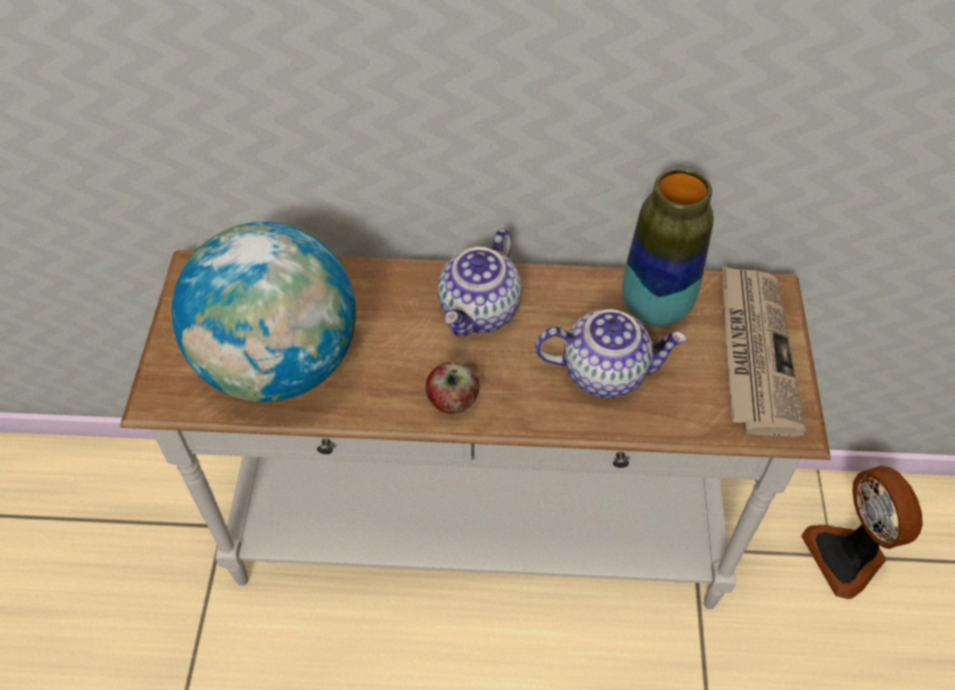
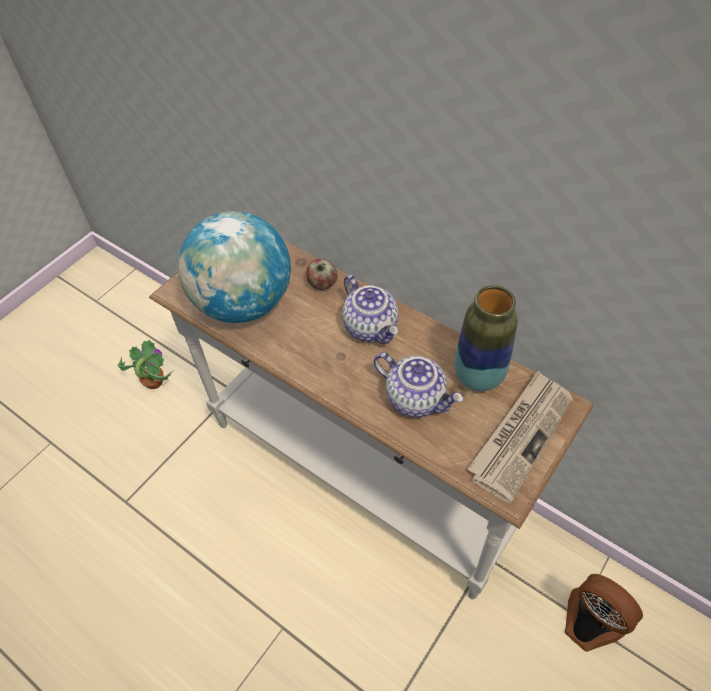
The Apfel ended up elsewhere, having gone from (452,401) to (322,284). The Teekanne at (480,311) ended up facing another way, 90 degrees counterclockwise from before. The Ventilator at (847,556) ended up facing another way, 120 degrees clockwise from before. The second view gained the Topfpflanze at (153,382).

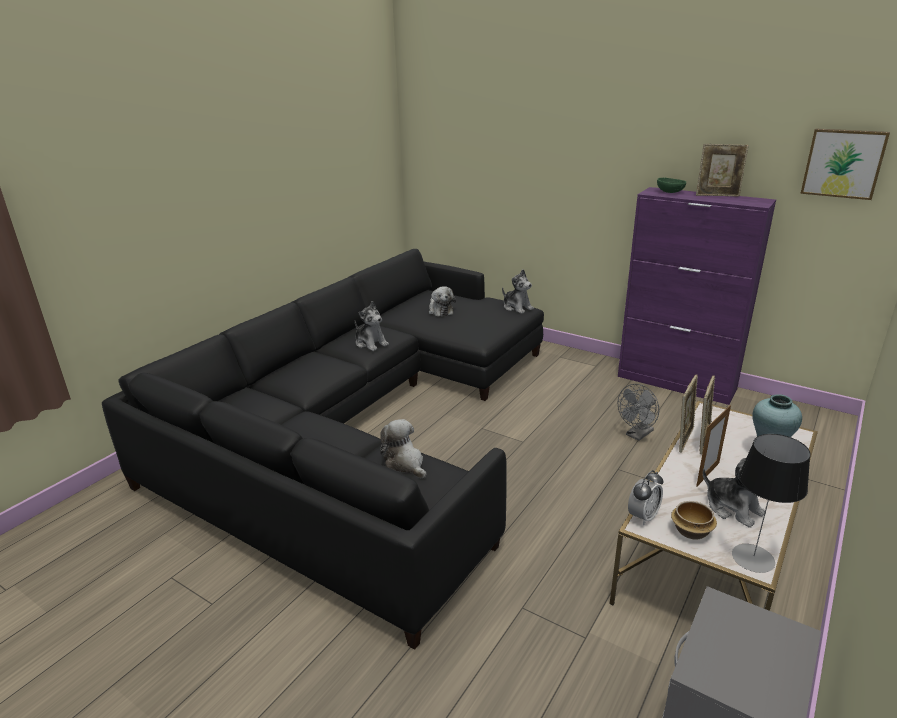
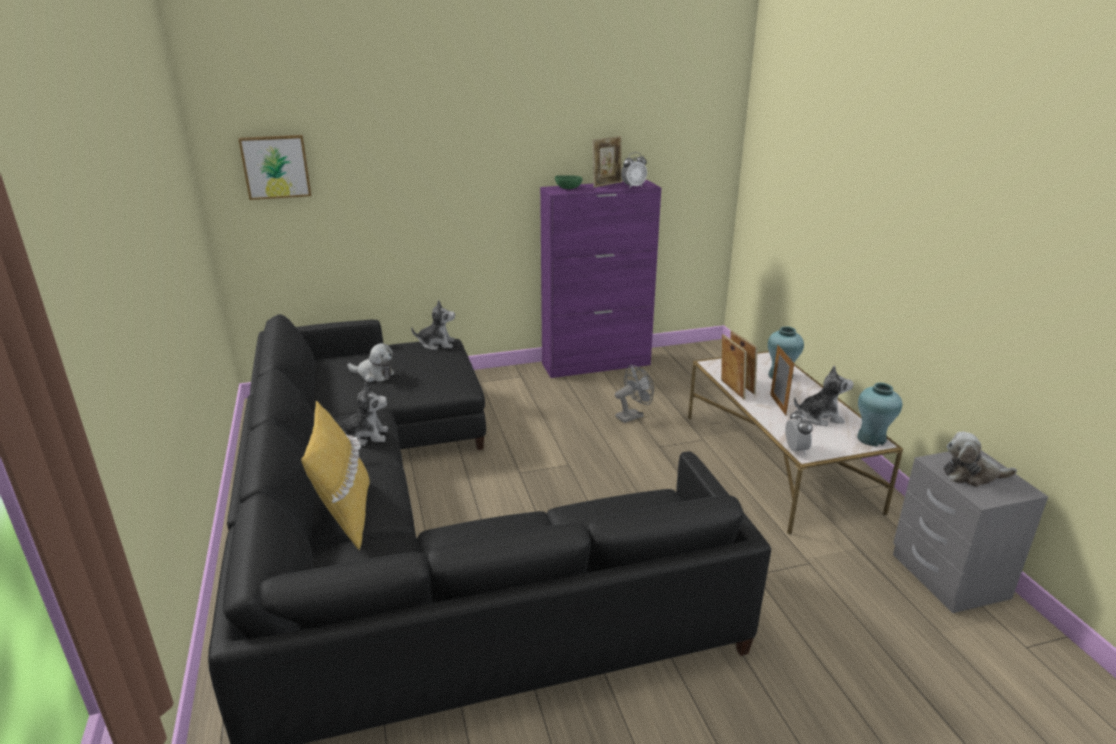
The Plüschtier ended up elsewhere, having gone from (405,463) to (972,475). The Ventilator [grau] at (637,435) ended up facing another way, 120 degrees counterclockwise from before. The second view lost the Schüssel at (691,532). Where the Tischlampe stood at (753,558), the Vase [türkis] came to stand at (871,438). The Bild ended up elsewhere, having gone from (843,163) to (276,166). The second view gained the Kissen [gelb] at (345,516). The second view gained the Wecker at (633,186).

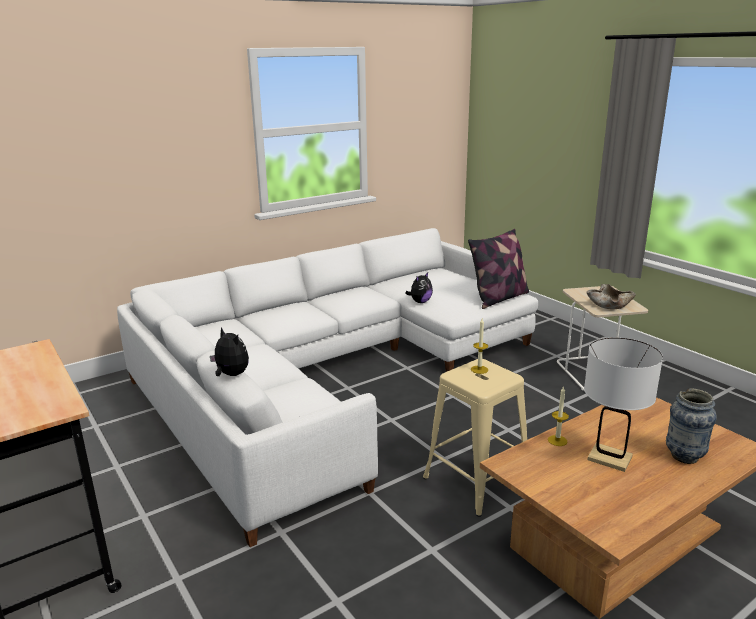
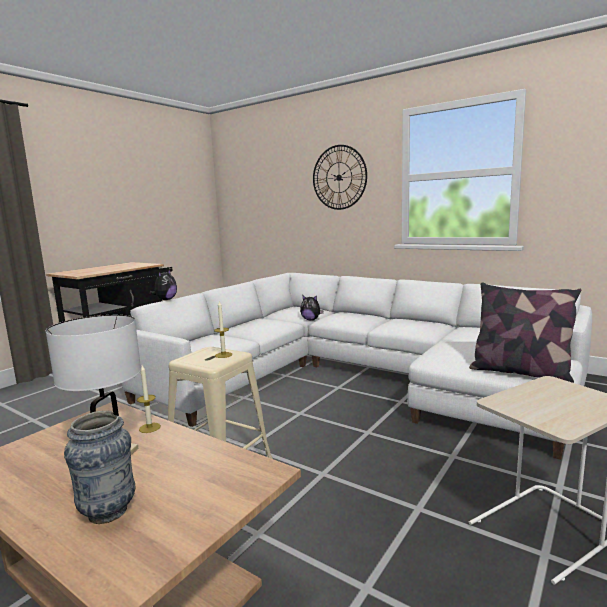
The Plüschtier ended up elsewhere, having gone from (420,302) to (311,320). The second view lost the Schüssel [beige] at (610,304). The second view gained the Wanduhr at (339,177).

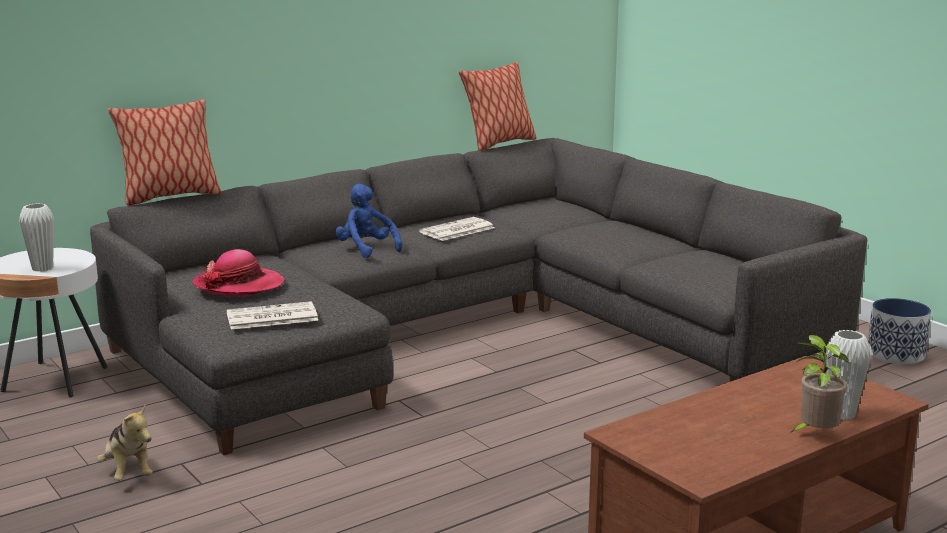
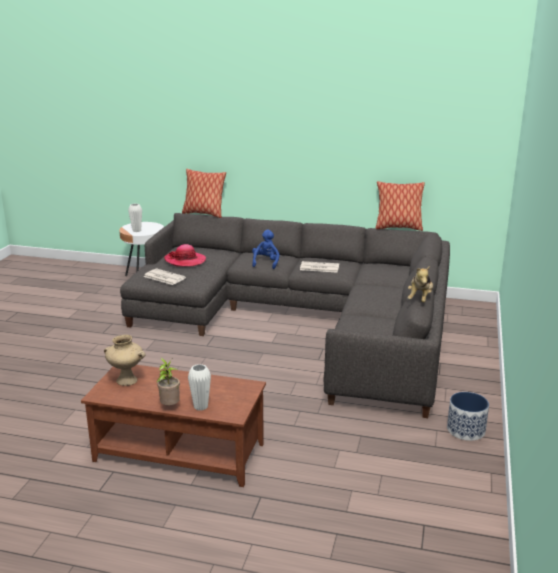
The Plüschtier ended up elsewhere, having gone from (128,472) to (420,299). The second view gained the Vase [beige] at (126,380).

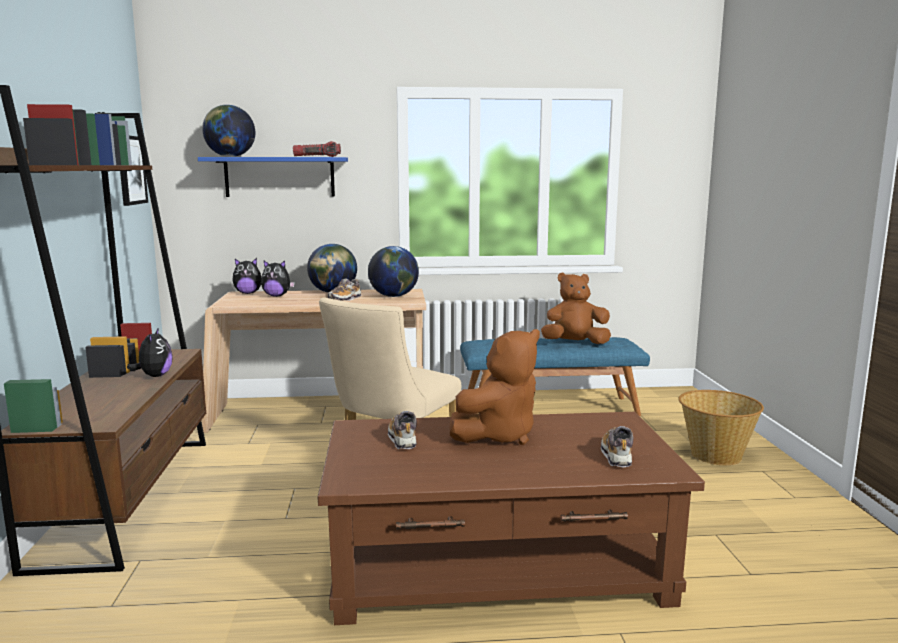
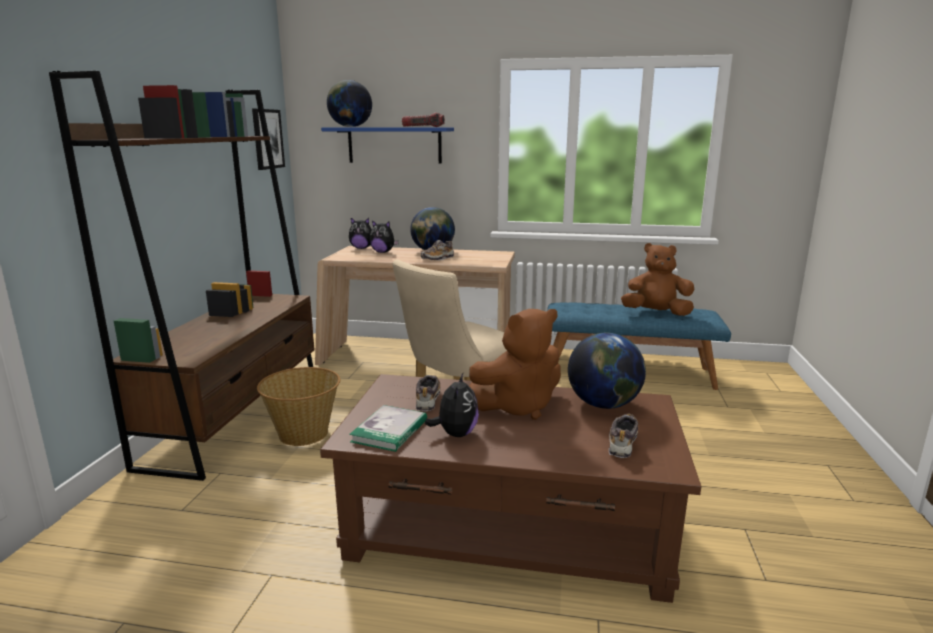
The Plüschtier ended up elsewhere, having gone from (154,376) to (455,434). The Globus ended up elsewhere, having gone from (394,296) to (604,404). The Korb ended up elsewhere, having gone from (715,455) to (304,433). The second view gained the Buch at (389,431).

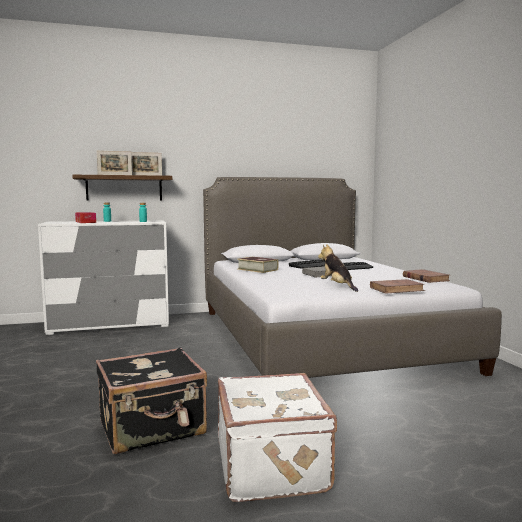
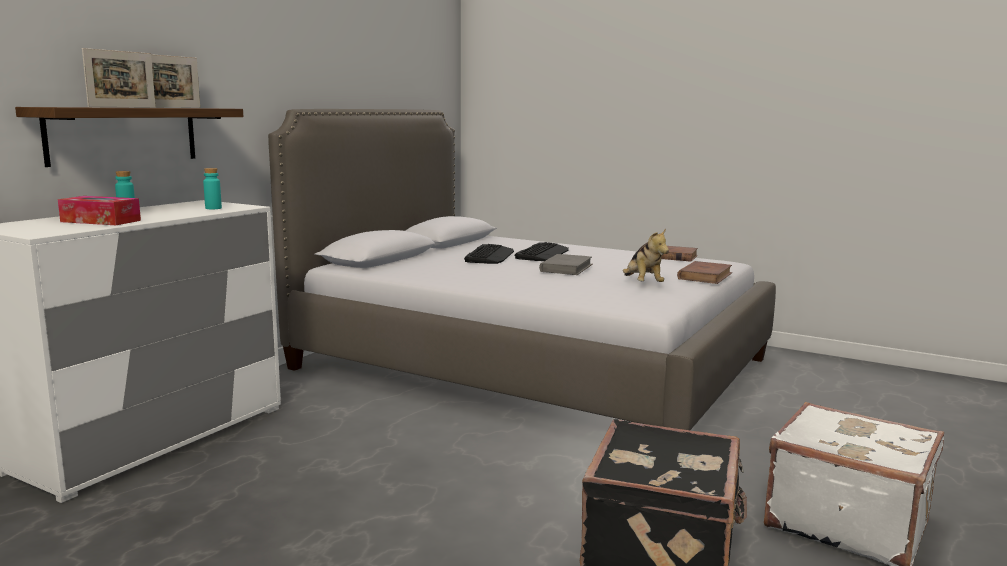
The second view lost the Buch at (257,269). The Plüschtier at (337,286) ended up facing another way, 120 degrees counterclockwise from before.

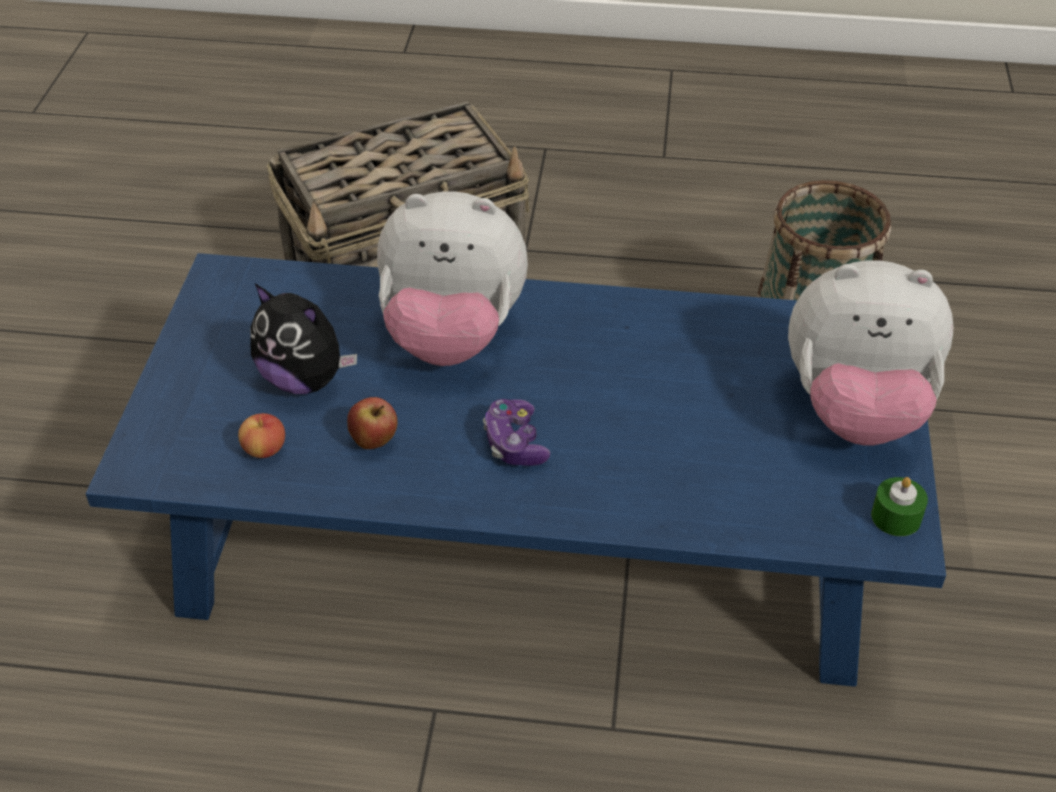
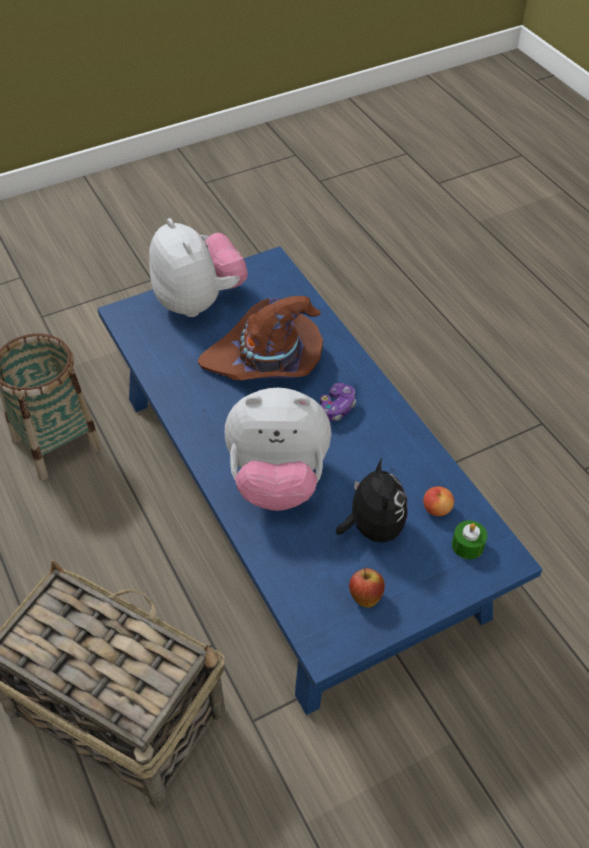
The Apfel ended up elsewhere, having gone from (374,441) to (365,596). The Plüschtier at (452,337) ended up facing another way, 120 degrees clockwise from before. The Kerze [grün] ended up elsewhere, having gone from (896,517) to (467,545). The second view gained the Hut [braun] at (266,361).

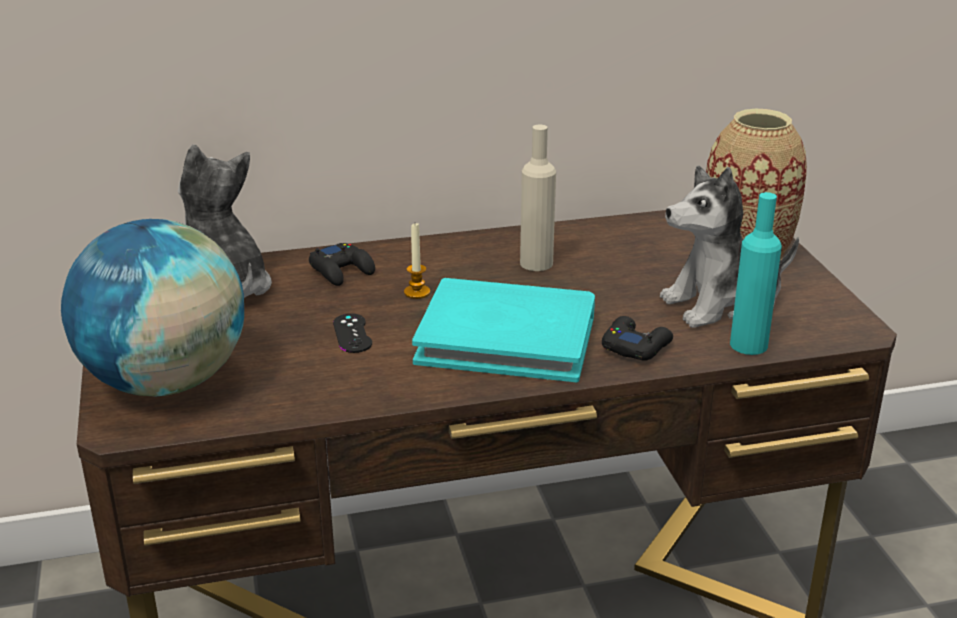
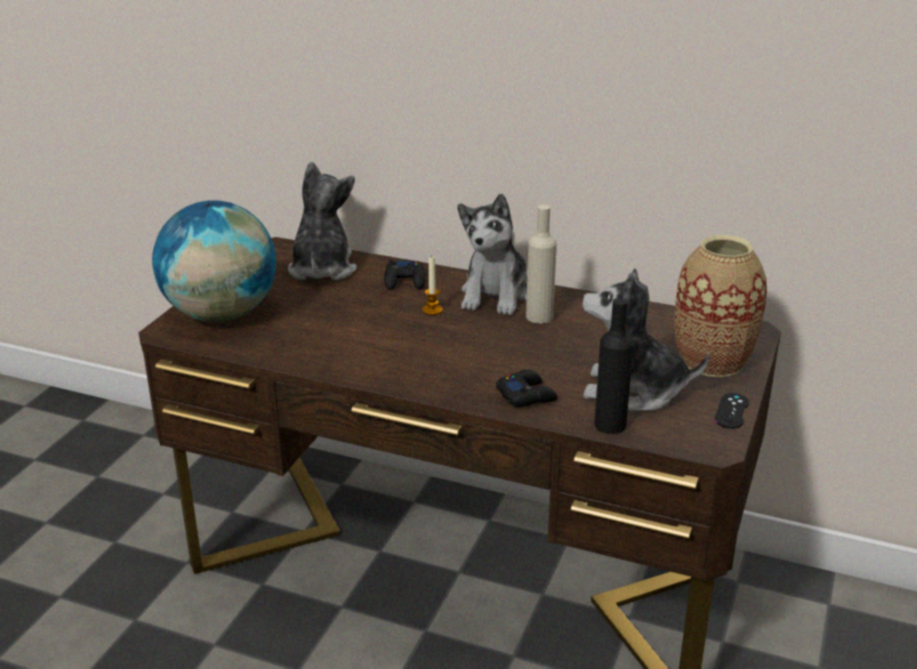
The Gamepad [schwarz] ended up elsewhere, having gone from (352,333) to (732,411). The second view lost the Buch [türkis] at (507,337). What was the Flasche [türkis] at (748,345) turned into the Flasche [schwarz] at (610,424). The second view gained the Plüschtier at (496,295).

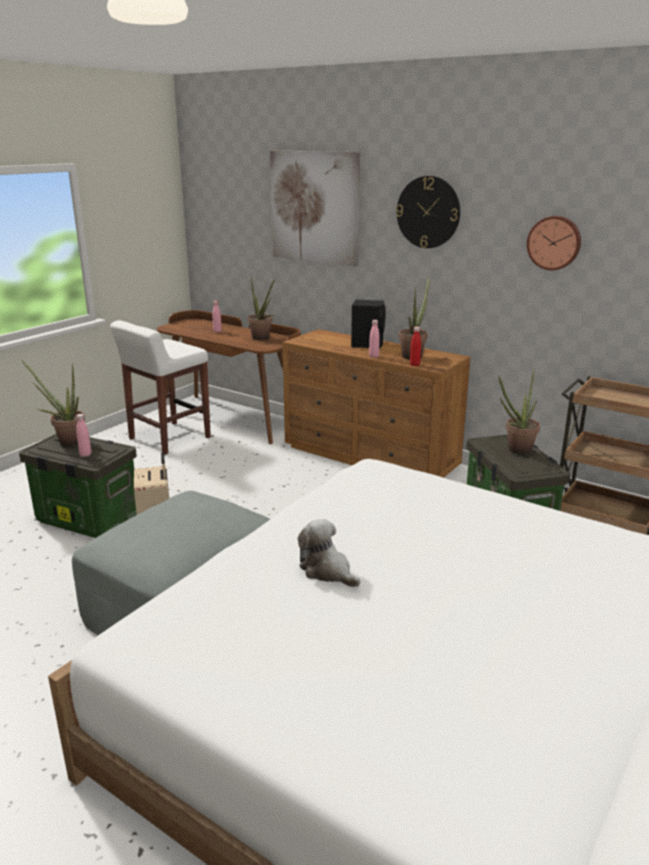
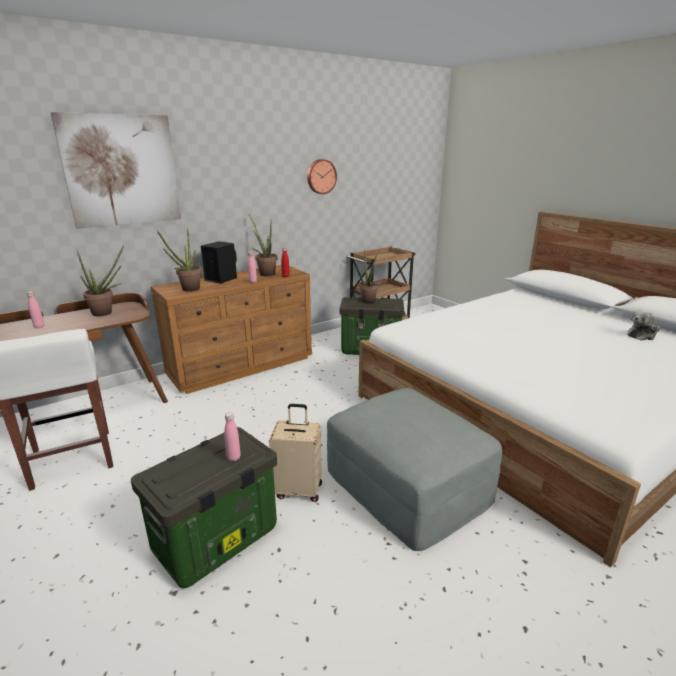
The Topfpflanze ended up elsewhere, having gone from (66,441) to (188,290). The Plüschtier ended up elsewhere, having gone from (327,571) to (642,335). The second view lost the Wanduhr at (428,212).

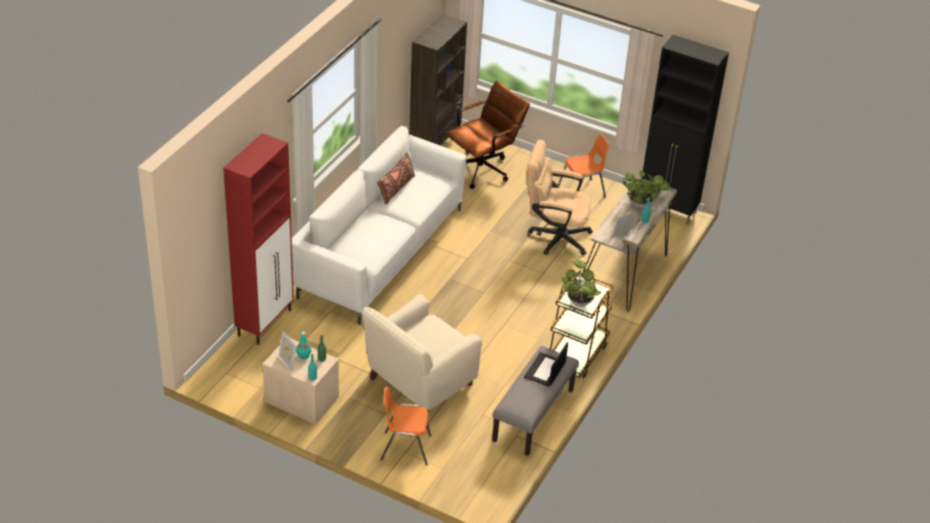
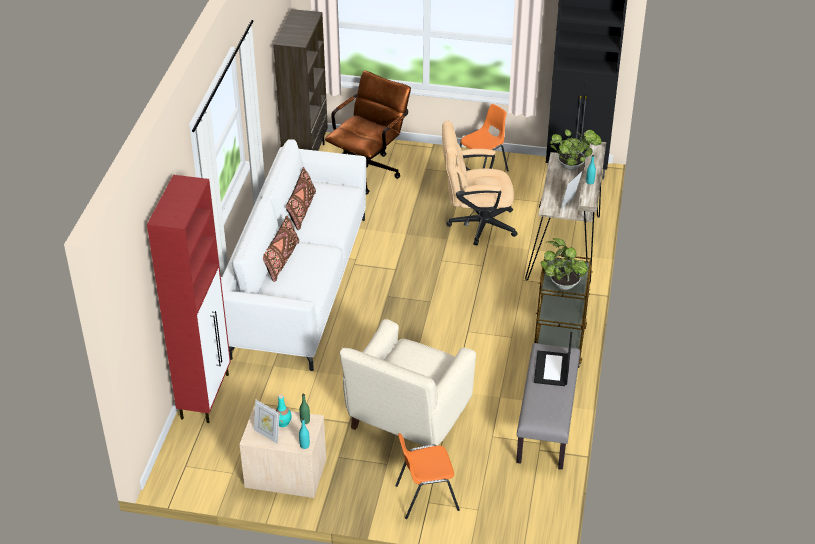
The second view gained the Kissen [braun] at (281,261).

